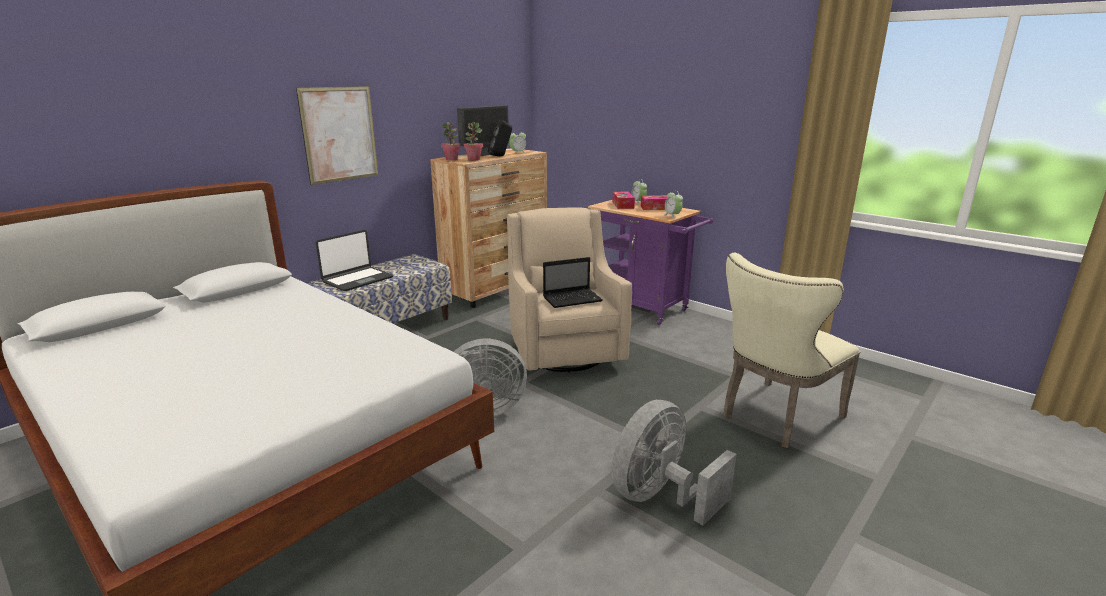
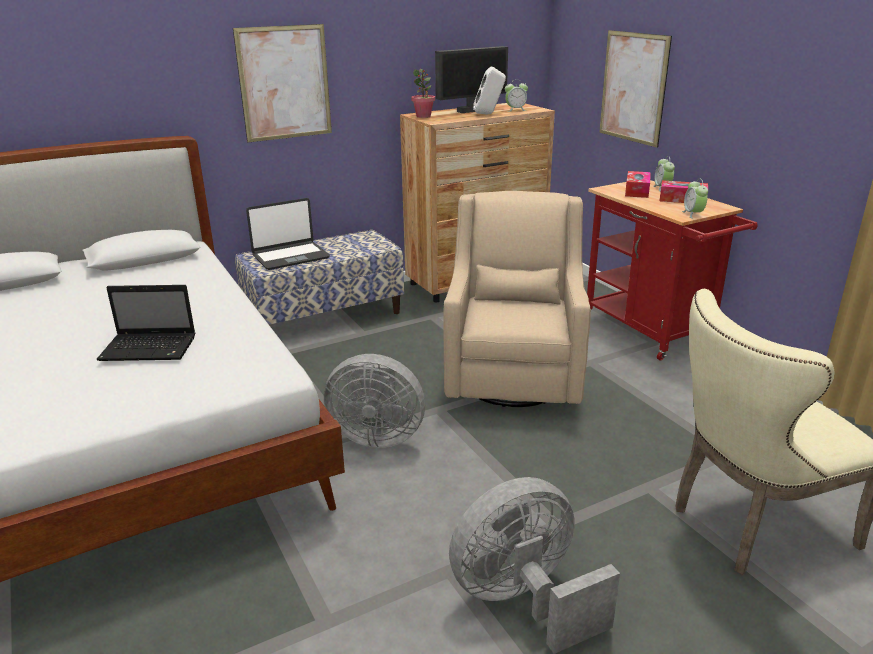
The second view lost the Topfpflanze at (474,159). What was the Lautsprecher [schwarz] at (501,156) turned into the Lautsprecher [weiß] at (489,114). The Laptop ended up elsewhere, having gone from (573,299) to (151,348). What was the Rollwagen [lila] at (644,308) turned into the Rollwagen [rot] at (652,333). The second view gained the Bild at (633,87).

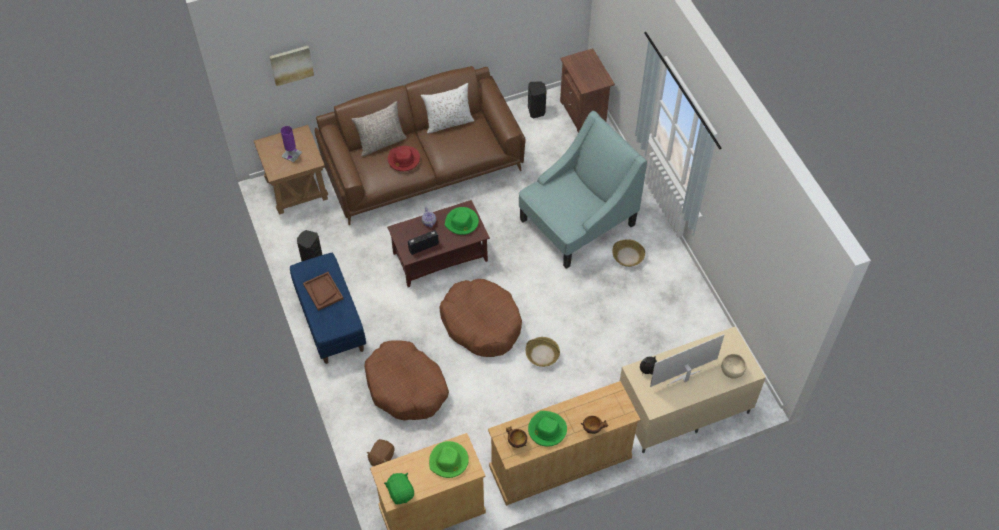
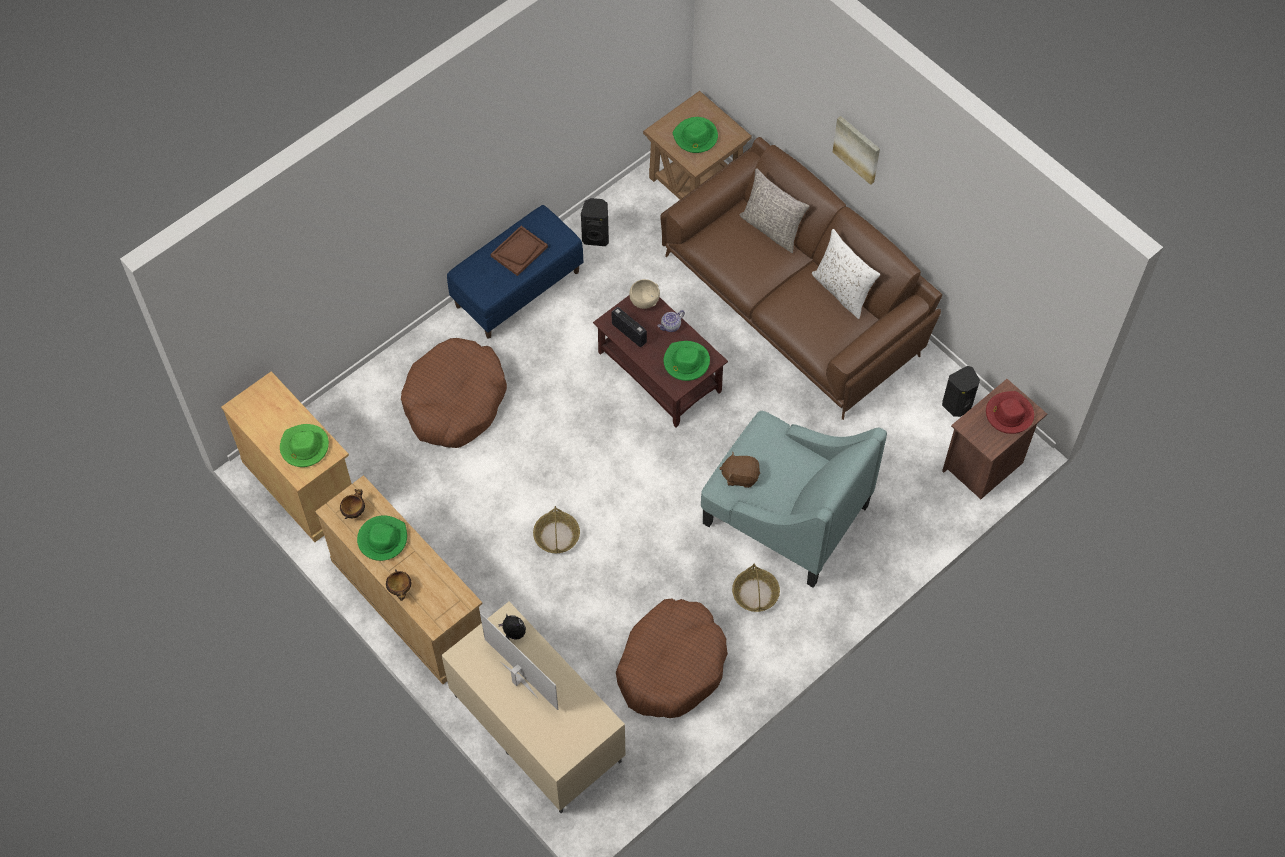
The Bild ended up elsewhere, having gone from (291,64) to (857,149). Where the Tischlampe [lila] stood at (291,154), the Hut [grün] came to stand at (695,137). The Plüschtier [braun] ended up elsewhere, having gone from (381,458) to (740,476). The second view lost the Plüschtier [grün] at (401,492). The Hut [rot] ended up elsewhere, having gone from (403,160) to (1009,414). The Hundebett [braun] ended up elsewhere, having gone from (481,323) to (671,665). The Schüssel [beige] ended up elsewhere, having gone from (731,371) to (644,301).

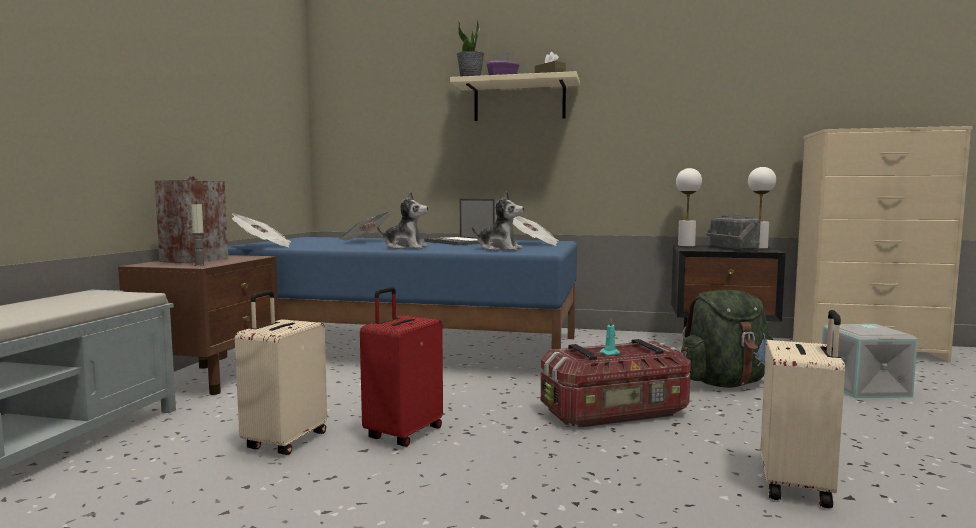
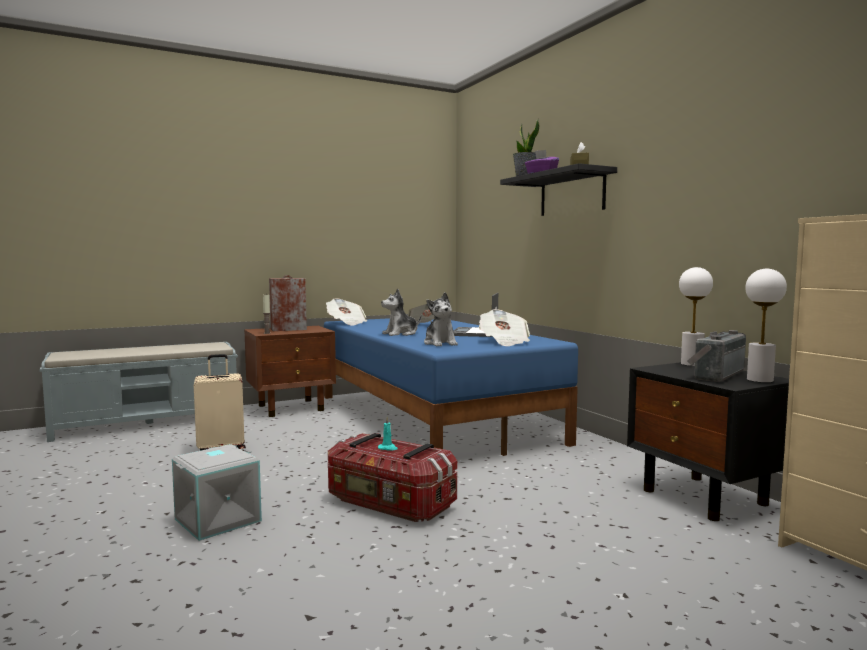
The second view lost the Koffer [rot] at (403,433). The Plüschtier at (405,248) ended up facing another way, 90 degrees clockwise from before. What was the Wandregal [beige] at (519,101) turned into the Wandregal [schwarz] at (572,194). The second view lost the Rucksack [grün] at (724,383). The second view lost the Koffer [beige] at (798,486). The Aufbewahrungsbox [grau] ended up elsewhere, having gone from (865,388) to (218,520).

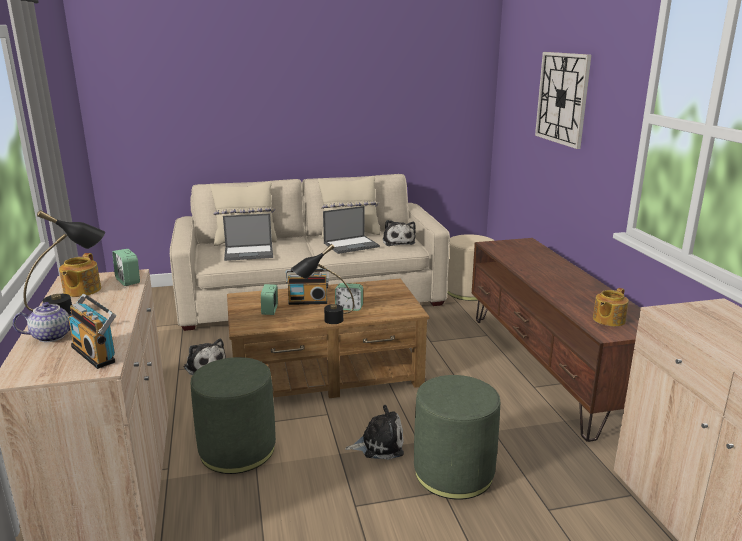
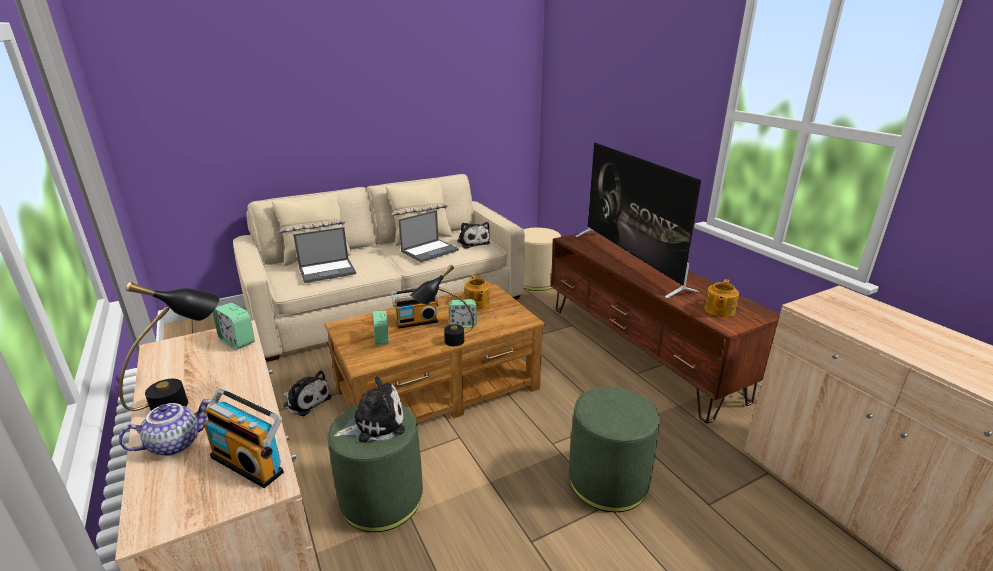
The Teekanne ended up elsewhere, having gone from (81,290) to (477,303). The Plüschtier ended up elsewhere, having gone from (379,445) to (375,423). The second view lost the Wanduhr at (562,98). The second view gained the Fernseher at (630,261).

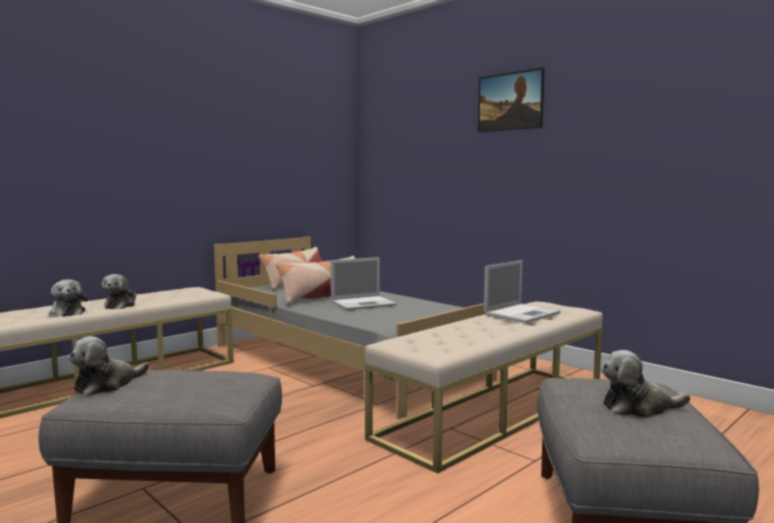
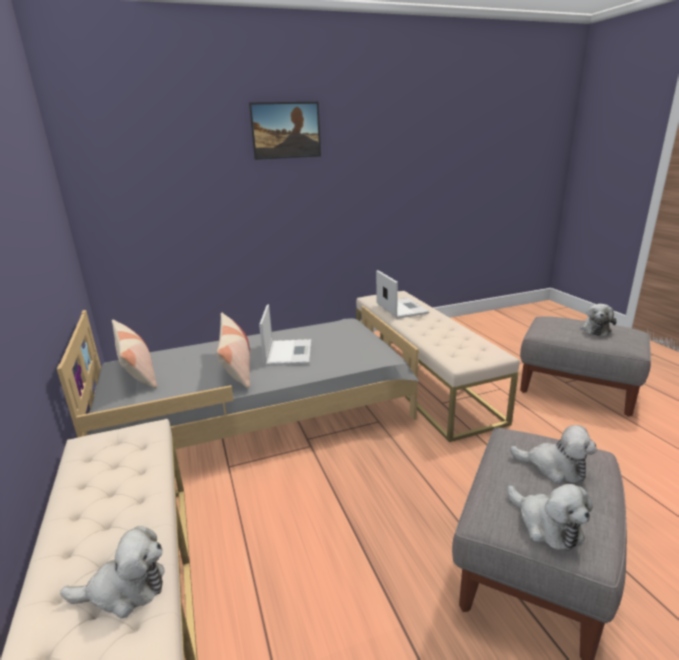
The Plüschtier ended up elsewhere, having gone from (121,305) to (554,467).

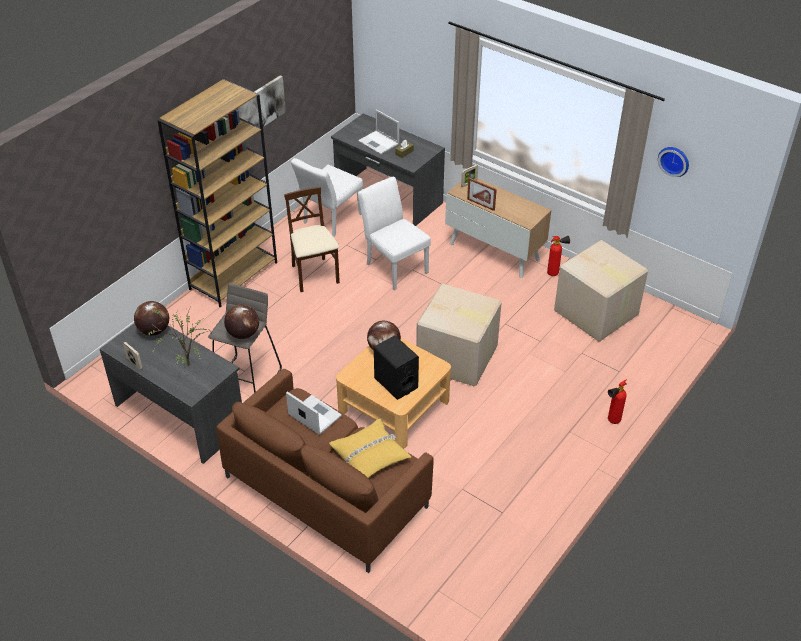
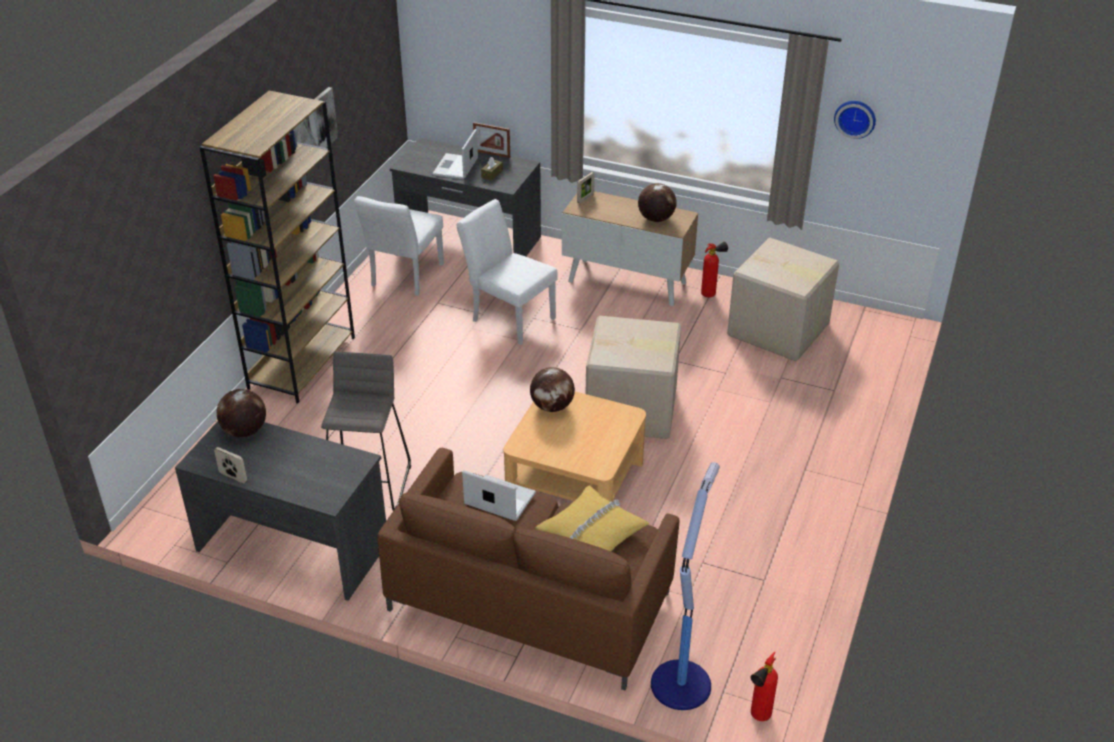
The second view lost the Topfpflanze at (186,365). The Globus ended up elsewhere, having gone from (243,334) to (656,219). The second view lost the Stuhl [beige] at (314,275). The Laptop at (379,143) ended up facing another way, 75 degrees clockwise from before. The second view lost the Lautsprecher [schwarz] at (395,383). The Bilderrahmen ended up elsewhere, having gone from (480,204) to (492,154). The Feuerlöscher ended up elsewhere, having gone from (611,421) to (758,718). The second view gained the Stehlampe at (681,682).

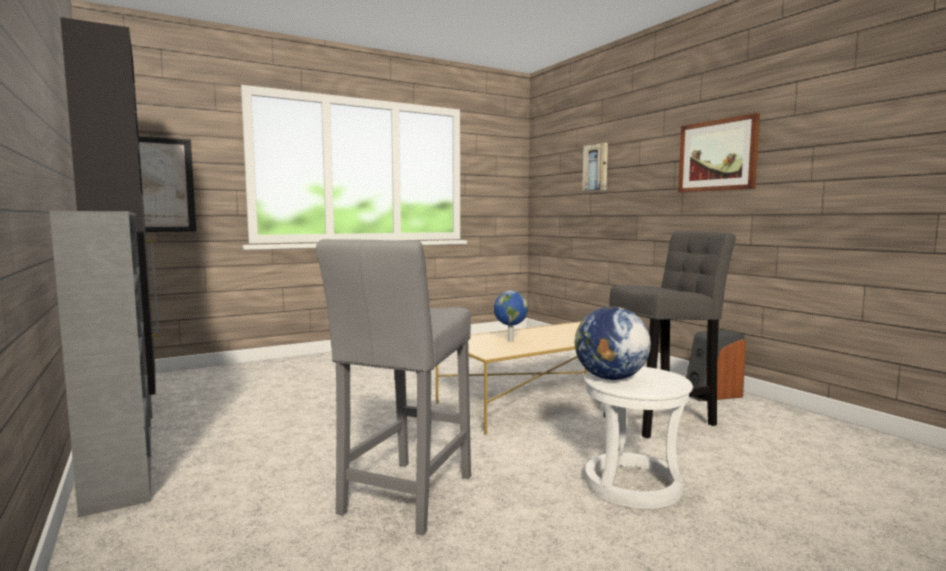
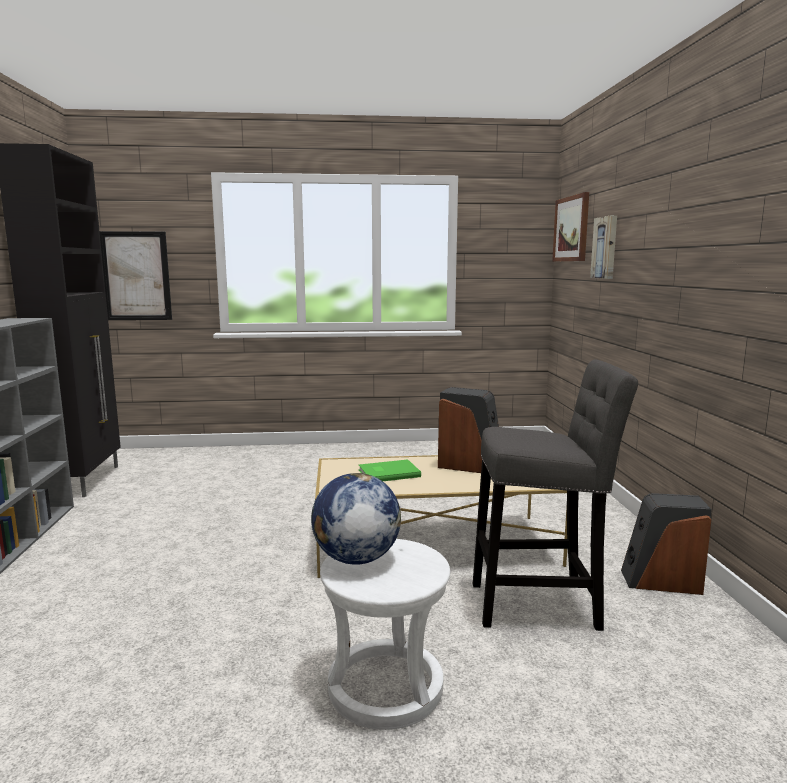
The second view lost the Hocker [grau] at (404,498). Where the Globus stood at (509,341), the Buch [grün] came to stand at (387,473). The Bild ended up elsewhere, having gone from (717,155) to (571,229). The second view gained the Lautsprecher at (471,466).

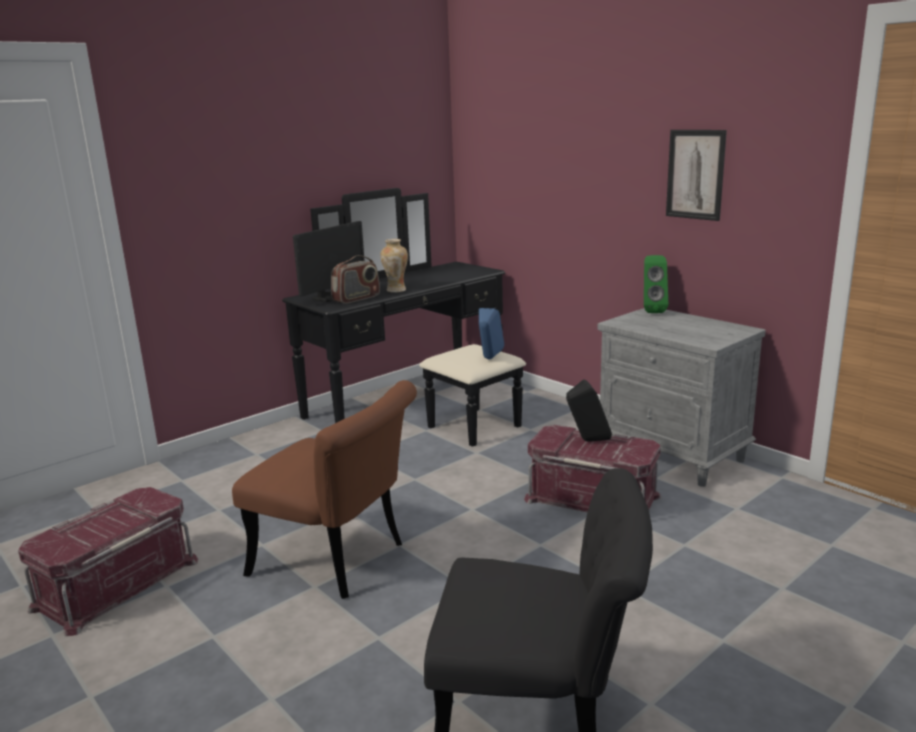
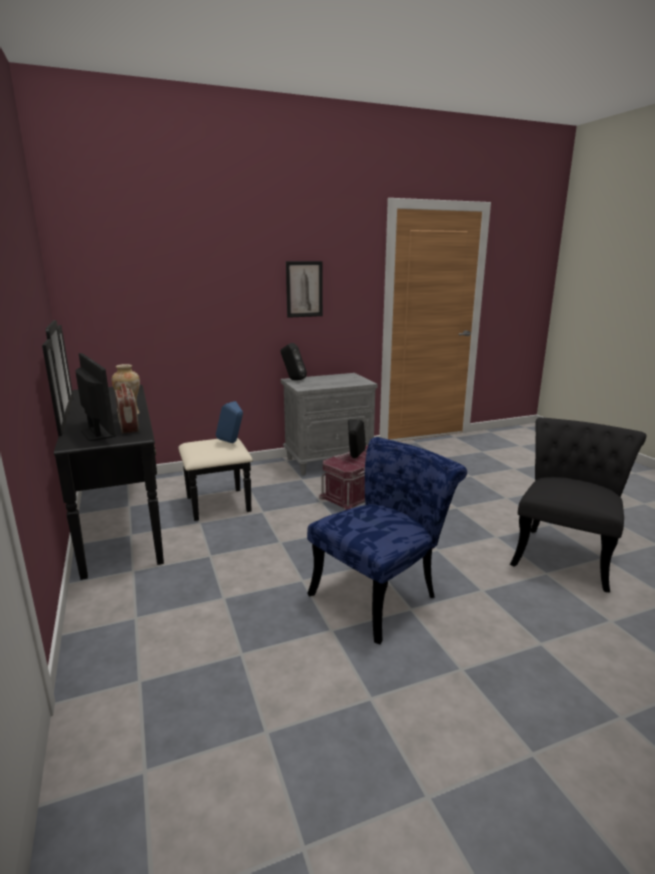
The second view lost the Aufbewahrungsbox [rot] at (116,583). What was the Stuhl [braun] at (339,561) turned into the Stuhl [blau] at (381,593). What was the Lautsprecher [grün] at (652,311) turned into the Lautsprecher [schwarz] at (293,379).

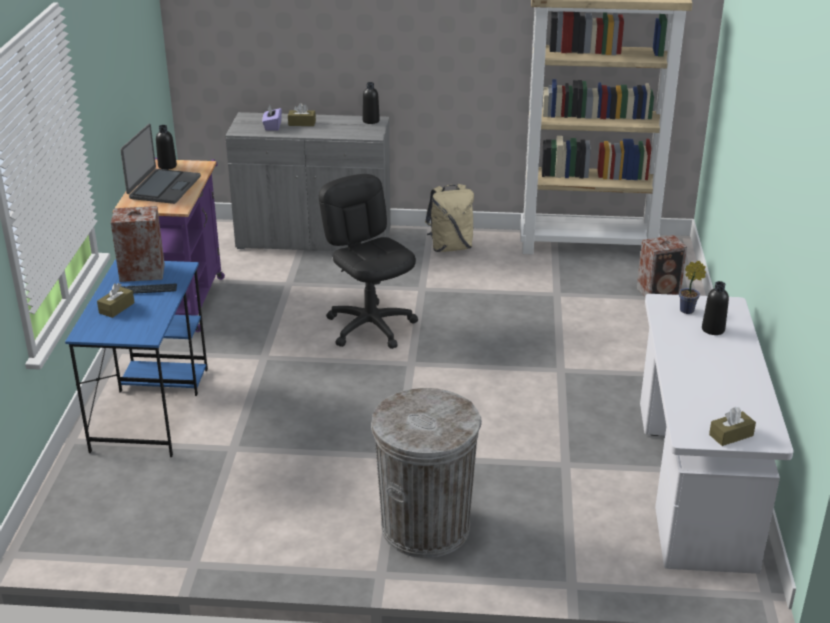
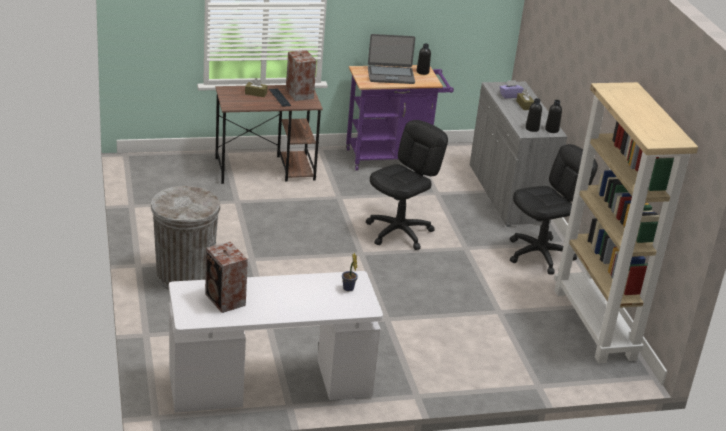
What was the Schreibtisch [blau] at (151,408) turned into the Schreibtisch [braun] at (266,169). Where the Rucksack [beige] stood at (450,247), the Bürostuhl [schwarz] came to stand at (540,255). The Lautsprecher ended up elsewhere, having gone from (659,292) to (225,300). The Flasche [schwarz] ended up elsewhere, having gone from (713,329) to (532,128). The second view lost the Taschentuchbox [braun] at (731,435).

